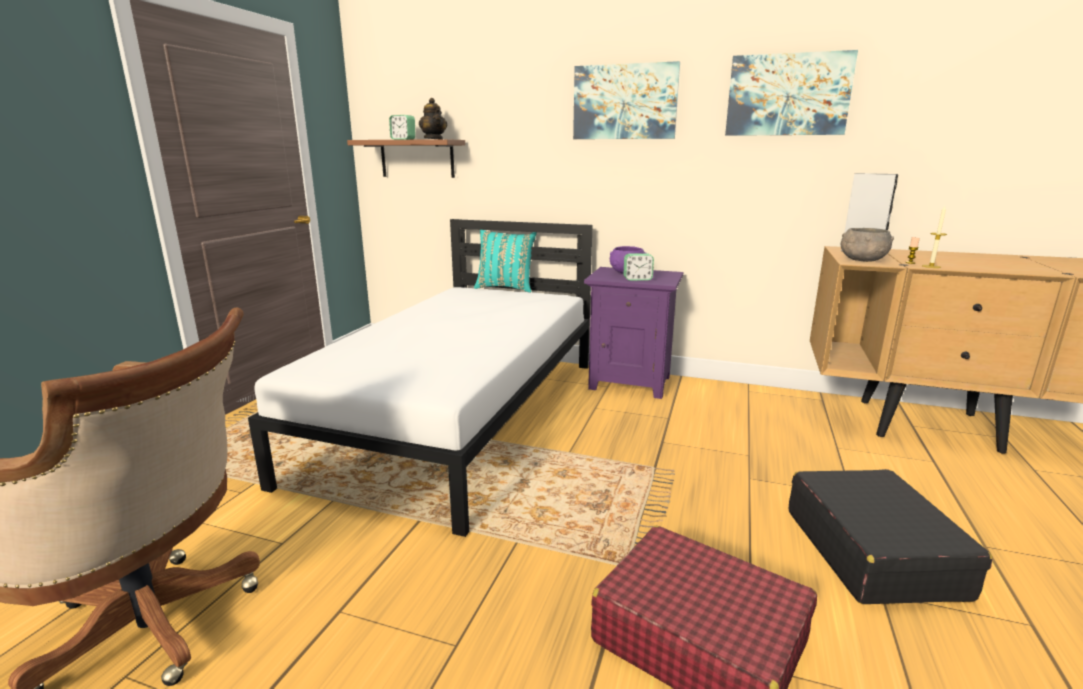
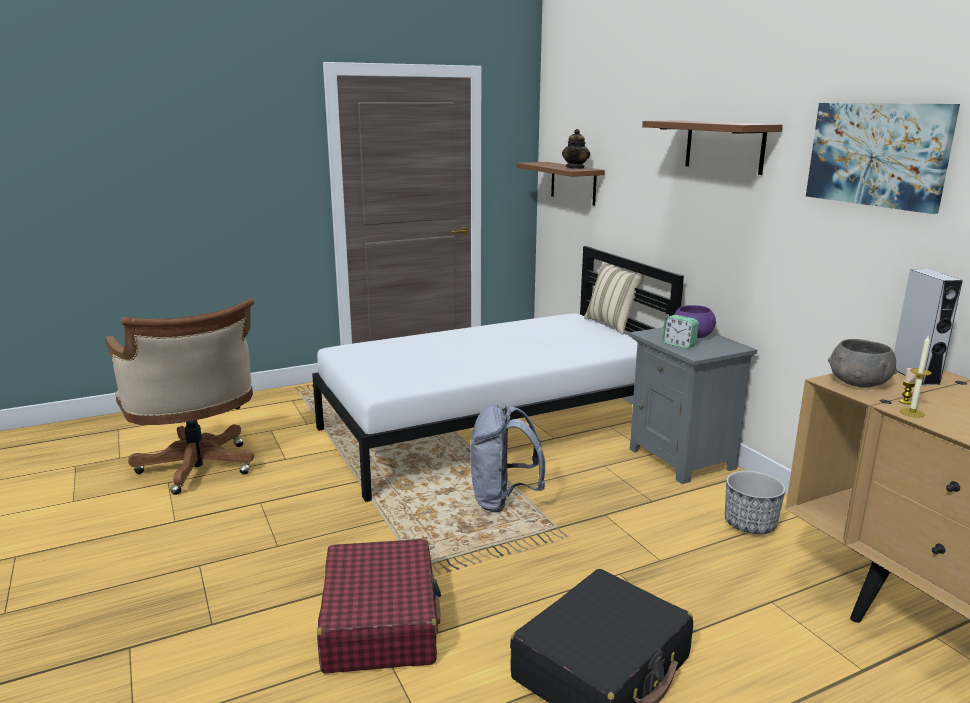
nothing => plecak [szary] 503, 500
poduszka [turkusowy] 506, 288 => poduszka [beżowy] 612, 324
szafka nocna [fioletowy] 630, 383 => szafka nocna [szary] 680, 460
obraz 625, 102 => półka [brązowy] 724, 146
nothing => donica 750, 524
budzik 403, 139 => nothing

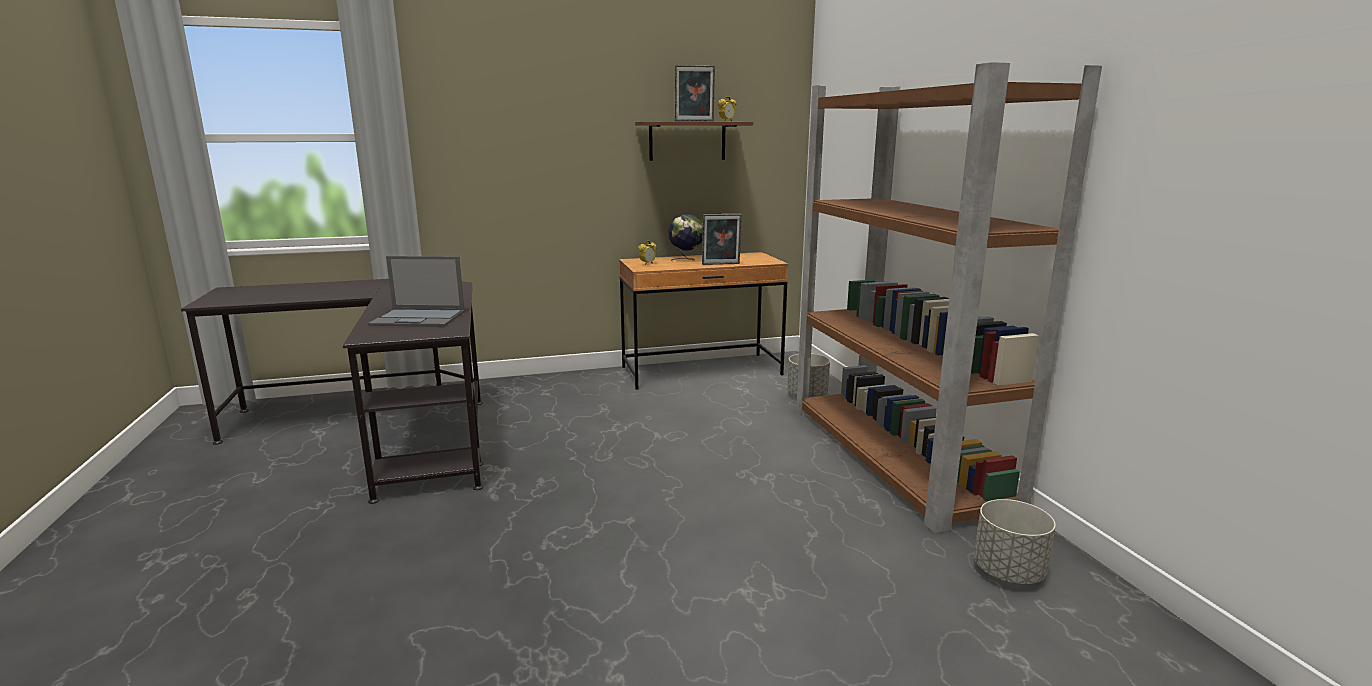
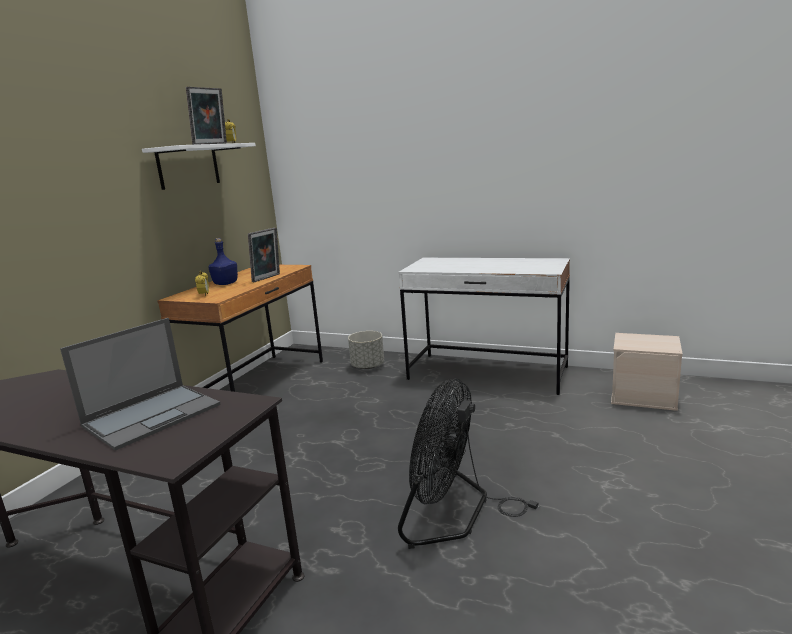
półka [brązowy] 687, 141 => półka [biały] 188, 166
globus 686, 260 => butelka [niebieski] 226, 283
nothing => wentylator [czarny] 460, 509
regał [brązowy] 894, 455 => biurko [biały] 487, 373
donica [szary] 1009, 572 => pojemnik do przechowywania [beżowy] 644, 396

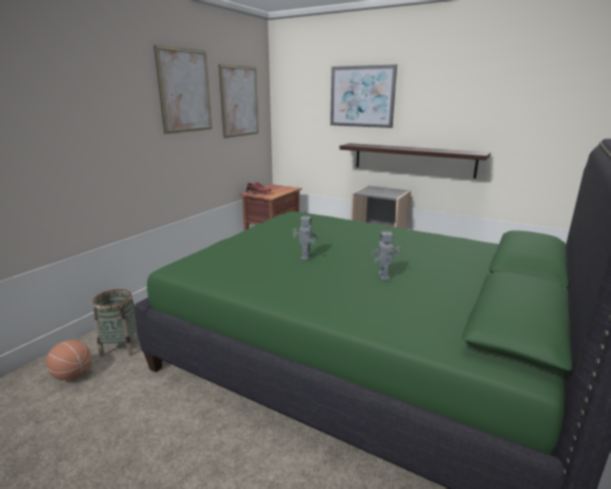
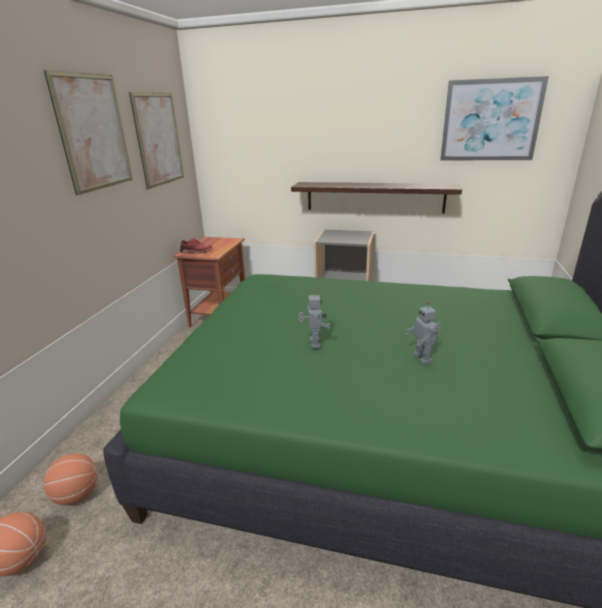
koszyk 121, 346 => piłka do koszykówki 77, 495
obraz 362, 96 => obraz 490, 120, relocated

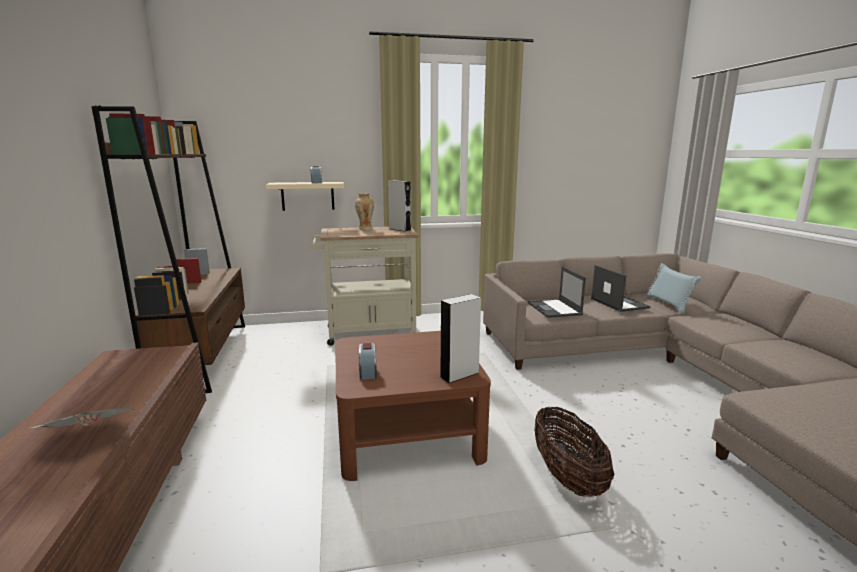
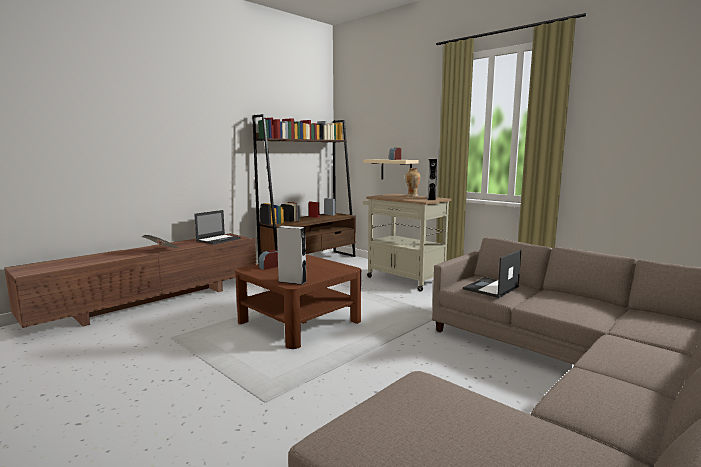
laptop 618, 303 => laptop 219, 239, relocated
koszyk 567, 477 => nothing
poduszka [niebieski] 668, 304 => nothing

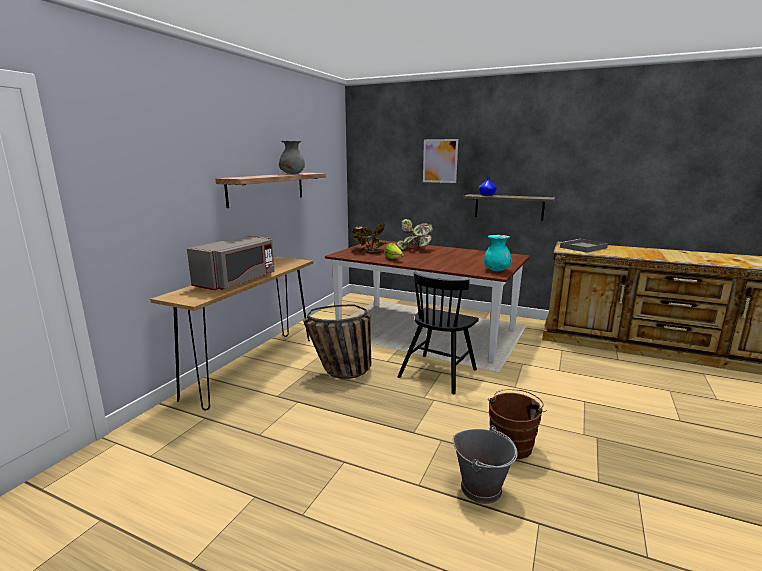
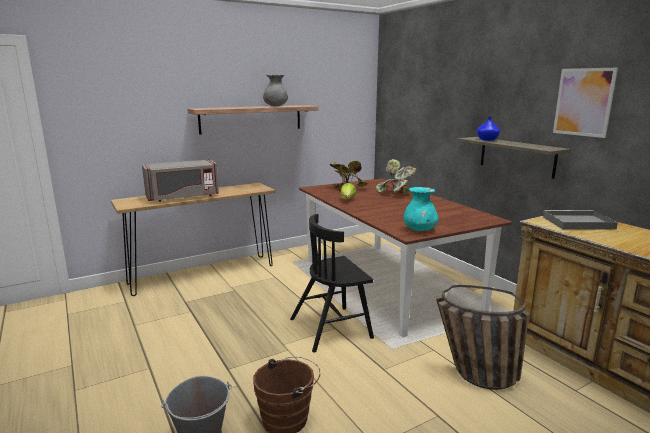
koszyk 339, 373 => koszyk 472, 375, relocated
obraz 440, 161 => obraz 583, 102, relocated

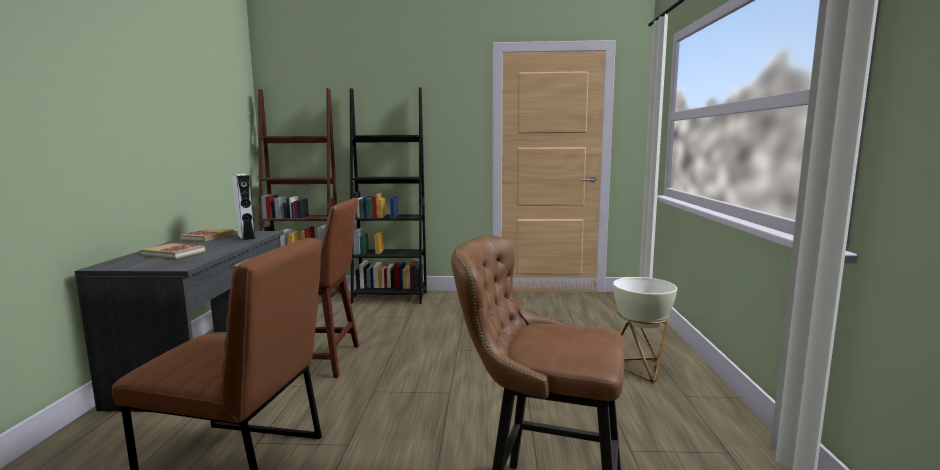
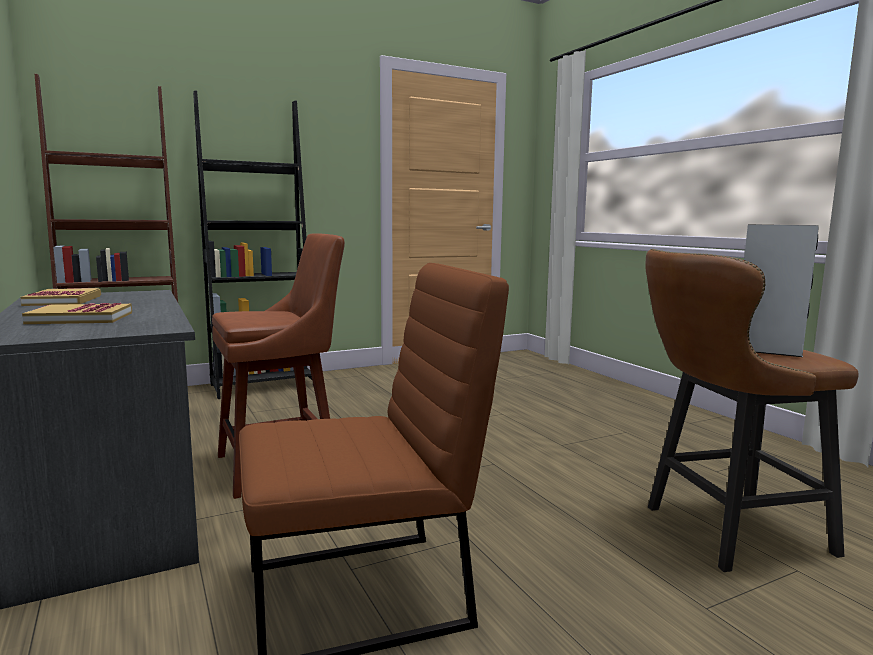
głośnik [szary] 246, 237 => głośnik [szary] 767, 351, relocated
donica 640, 367 => nothing

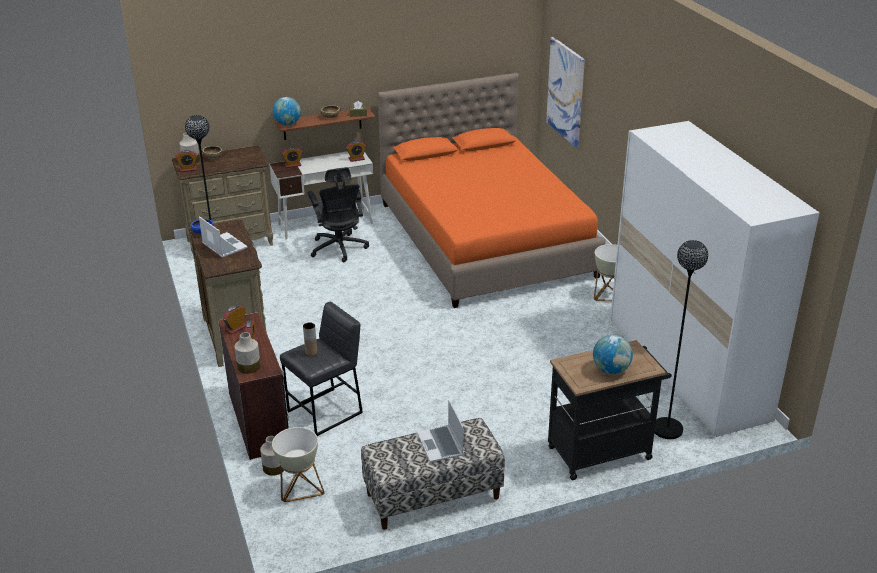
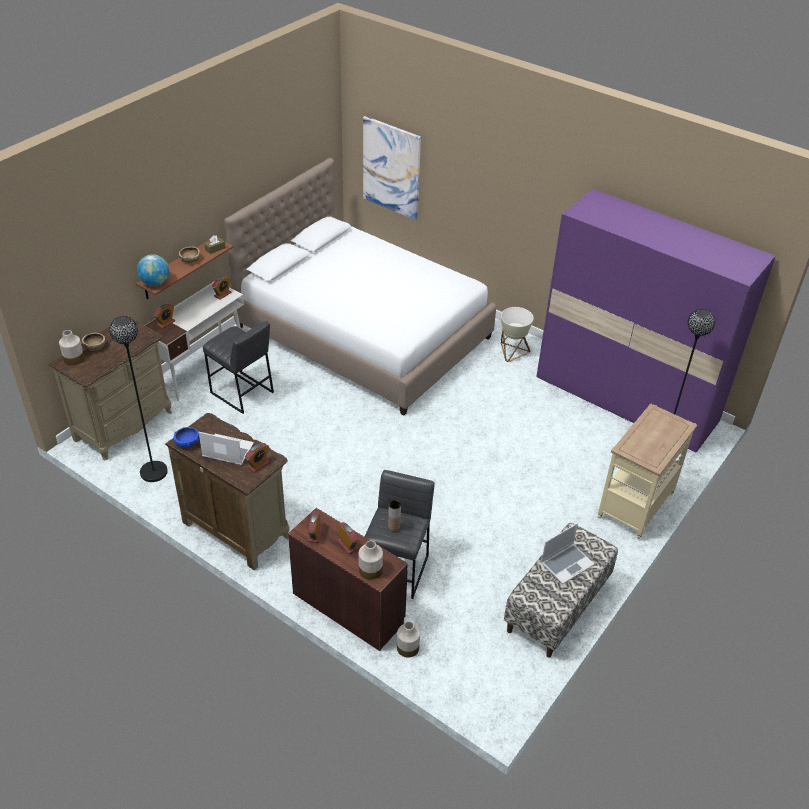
krzesło biurowe 339, 250 => stołek [szary] 242, 393
łóżko [pomarańczowy] 485, 239 => łóżko [biały] 363, 332
budzik 188, 169 => budzik 258, 465, relocated
szafa [biały] 686, 368 => szafa [fioletowy] 626, 399
laptop 441, 445 => laptop 567, 563, 75 degrees counterclockwise
wózek [czarny] 602, 453 => wózek [beżowy] 637, 504
donica 300, 490 => nothing
globus 611, 370 => nothing

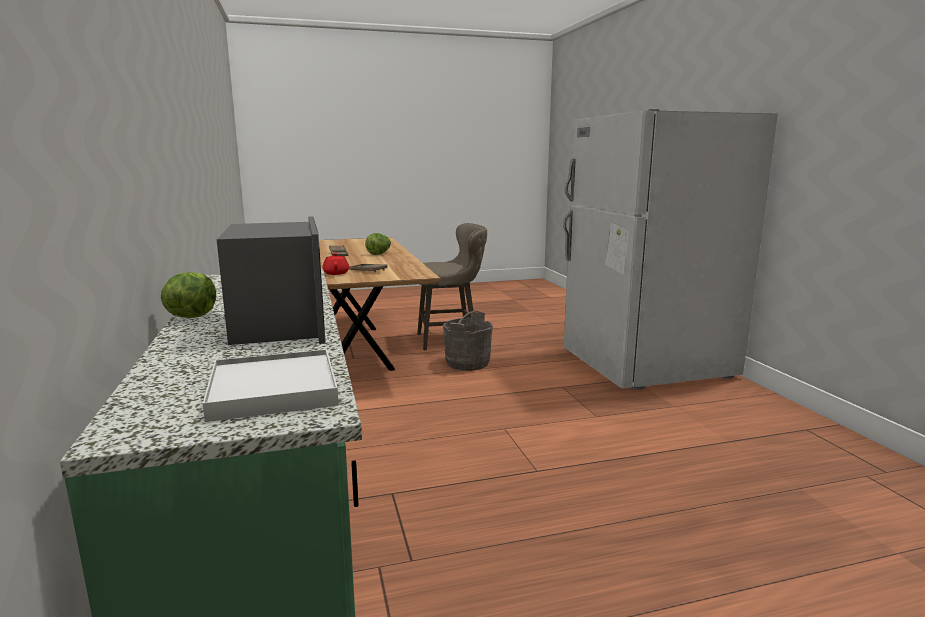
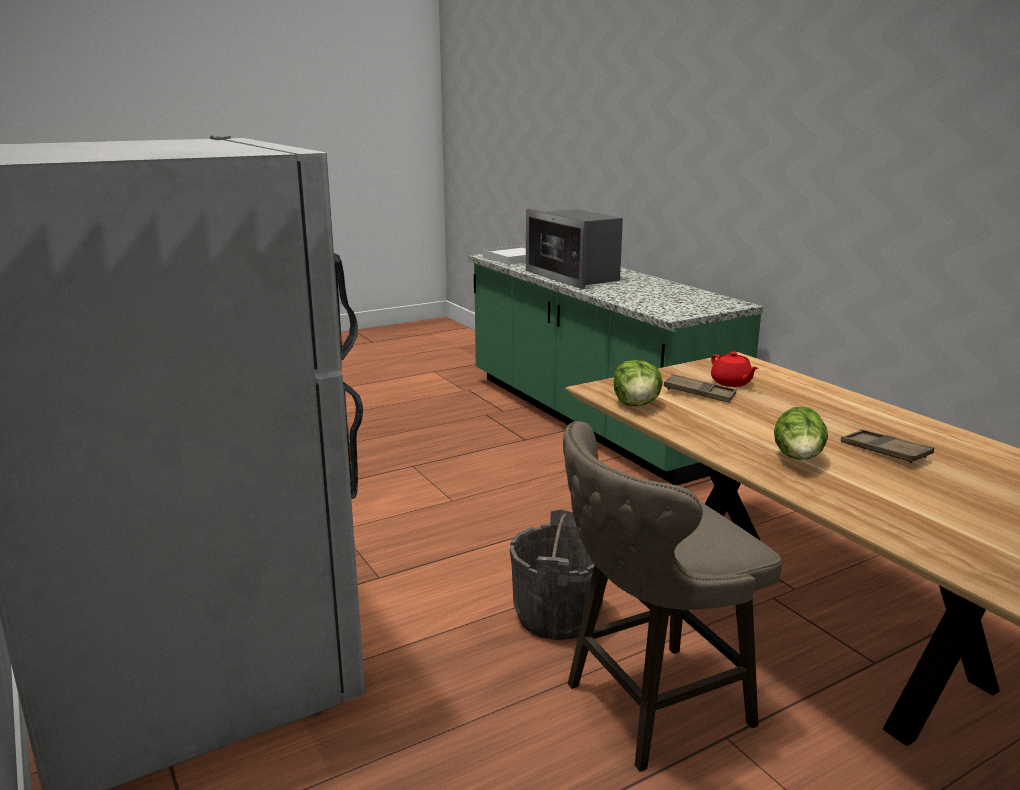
sałata 192, 316 => sałata 637, 405, relocated

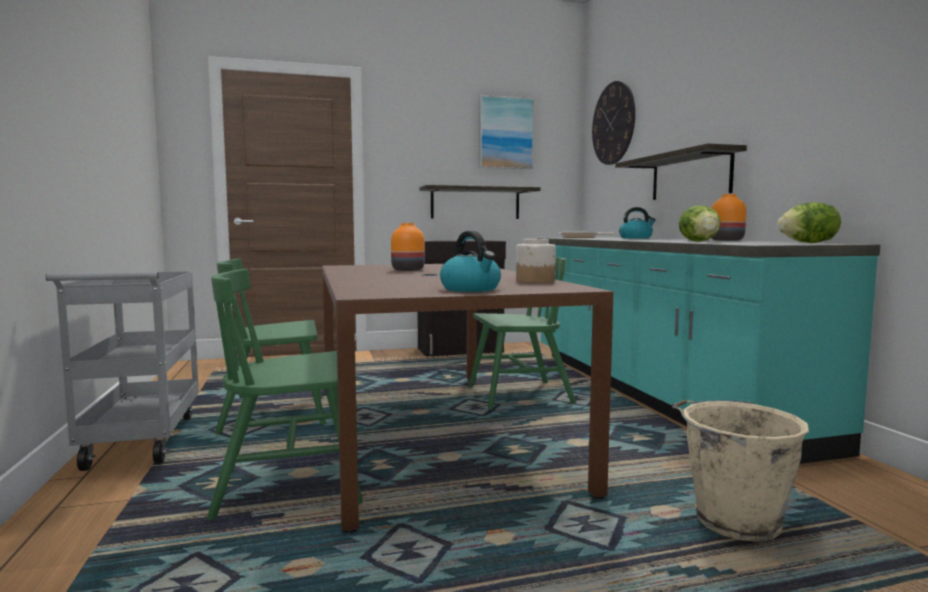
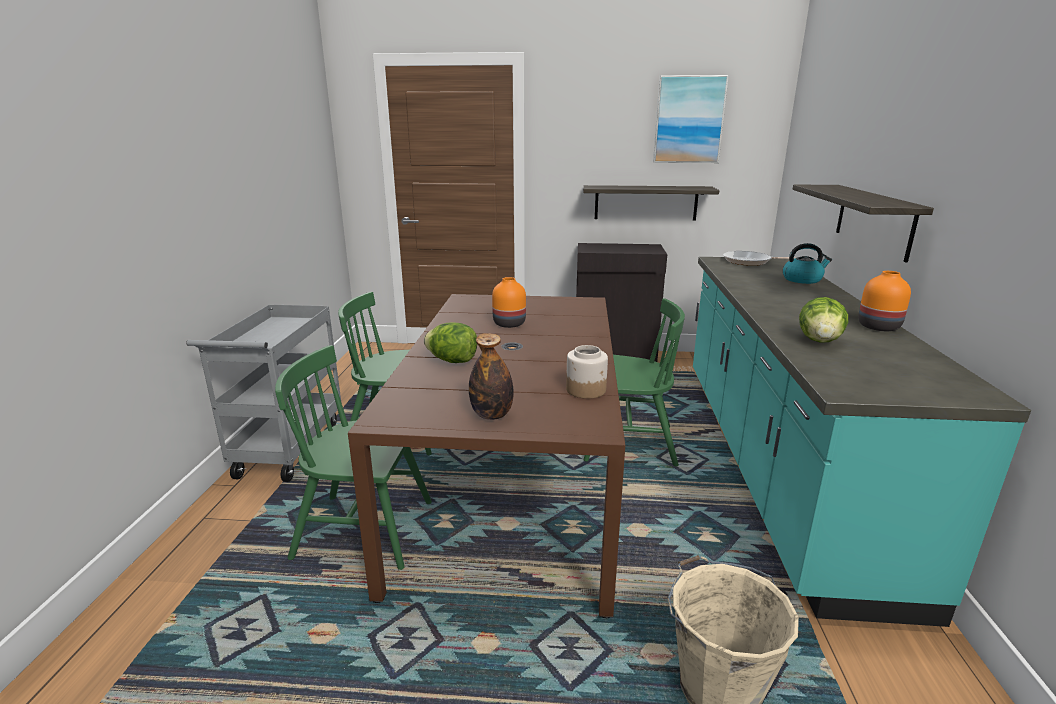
sałata 808, 243 => sałata 452, 361, relocated
czajnik 471, 289 => butelka 492, 415
zegar ścienny 613, 123 => nothing

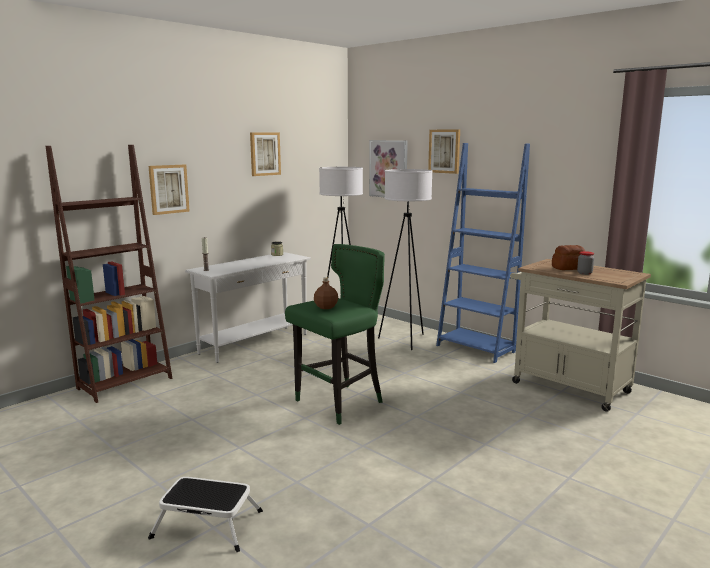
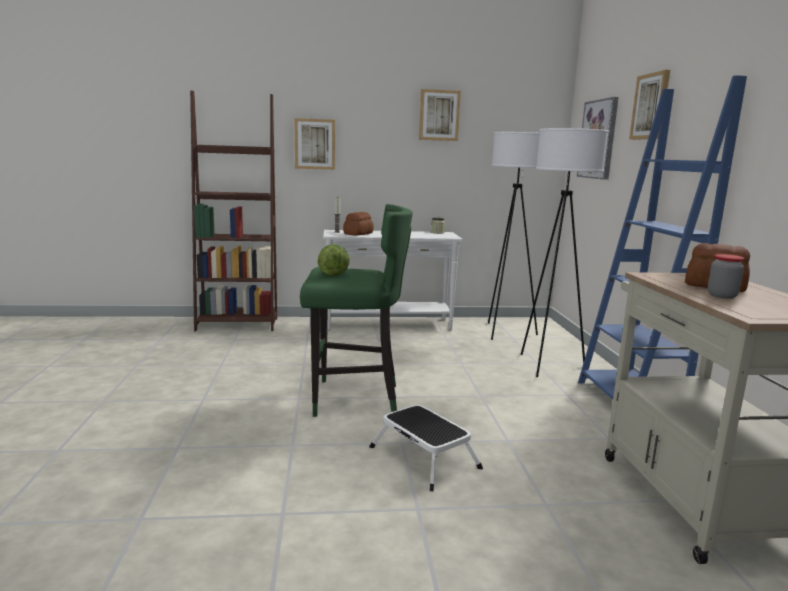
butelka [brązowy] 326, 307 => sałata 333, 273
nothing => chleb 357, 234
drabinka [czarny] 207, 524 => drabinka [czarny] 423, 457, relocated

